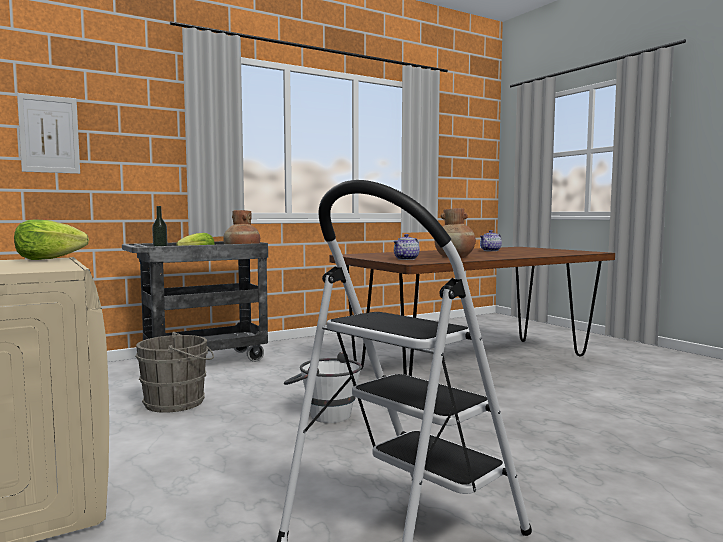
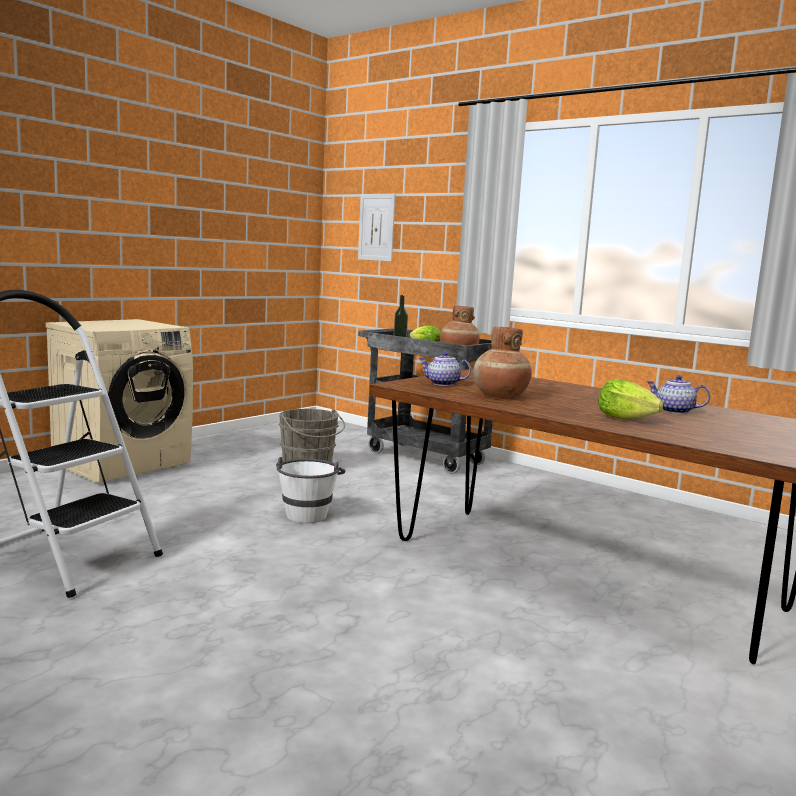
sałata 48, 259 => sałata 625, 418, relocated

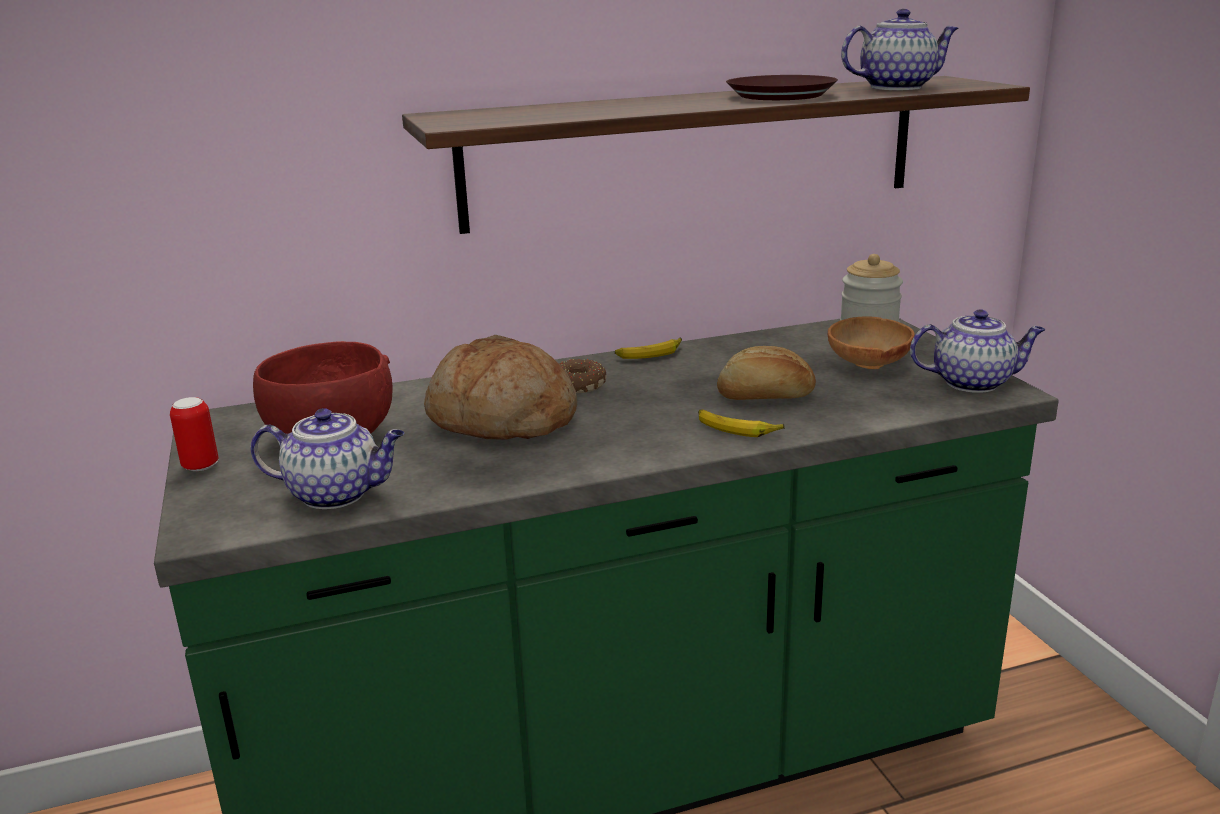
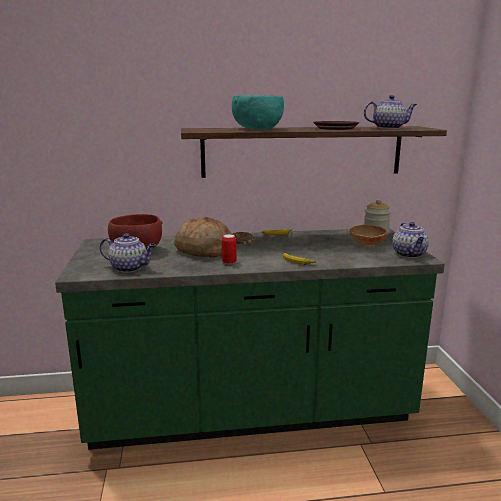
puszka 200, 466 => puszka 229, 262, relocated
nothing => miska [turkusowy] 257, 129
imbryk 973, 382 => imbryk 409, 254, 75 degrees clockwise
chleb 766, 397 => nothing

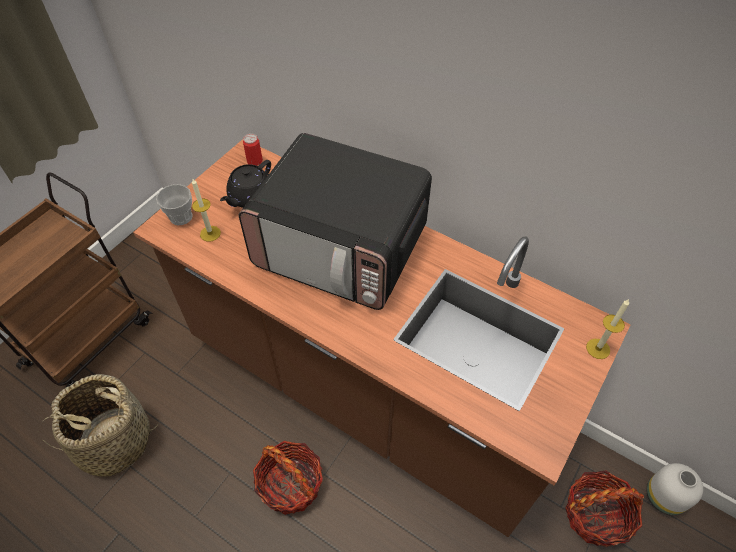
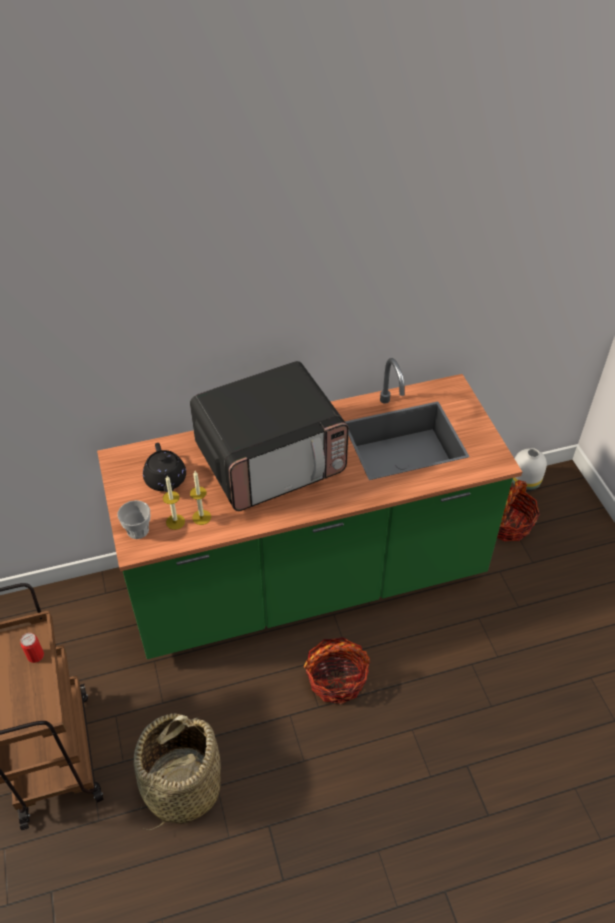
puszka 254, 161 => puszka 35, 655, relocated
zabudowa kuchenna [brązowy] 367, 388 => zabudowa kuchenna [zielony] 307, 580
świeca 598, 348 => świeca 201, 517, relocated

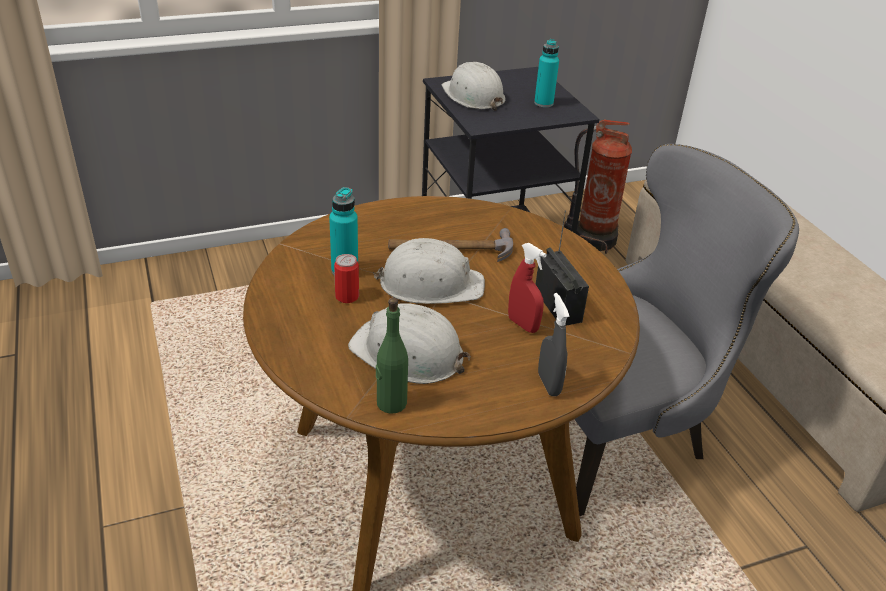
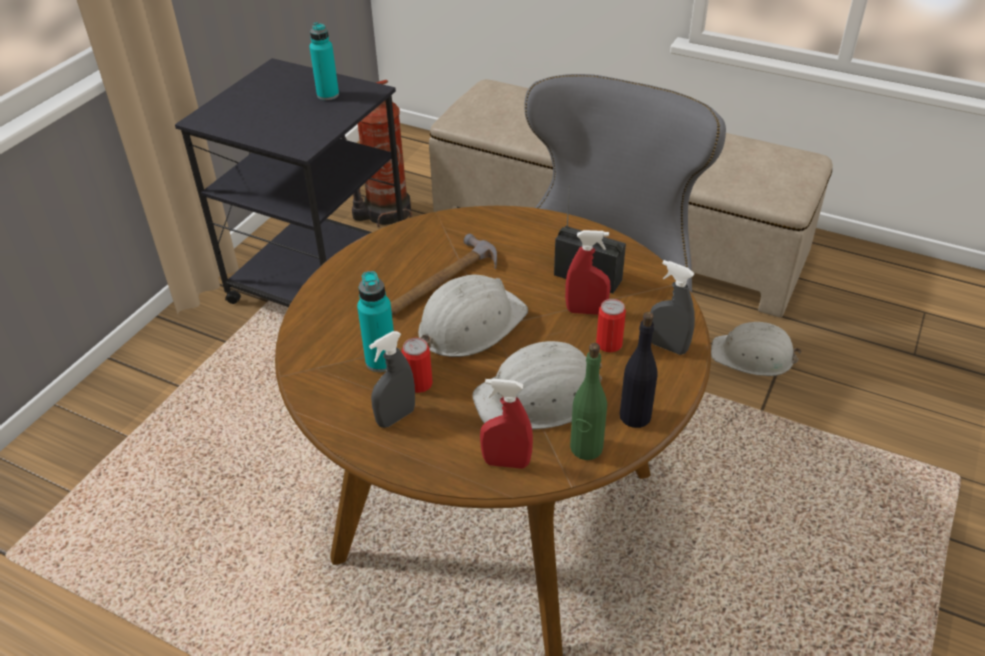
nothing => spryskiwacz [szary] 396, 417
nothing => spryskiwacz [czerwony] 506, 462
nothing => puszka 609, 344
nothing => butelka [czarny] 635, 416
kask [biały] 473, 96 => kask [biały] 753, 356, relocated

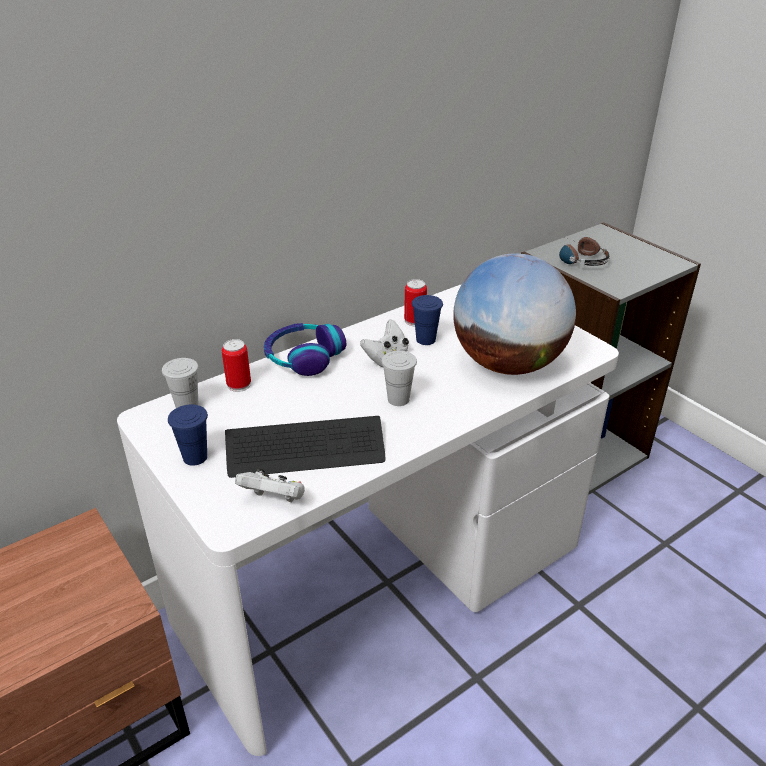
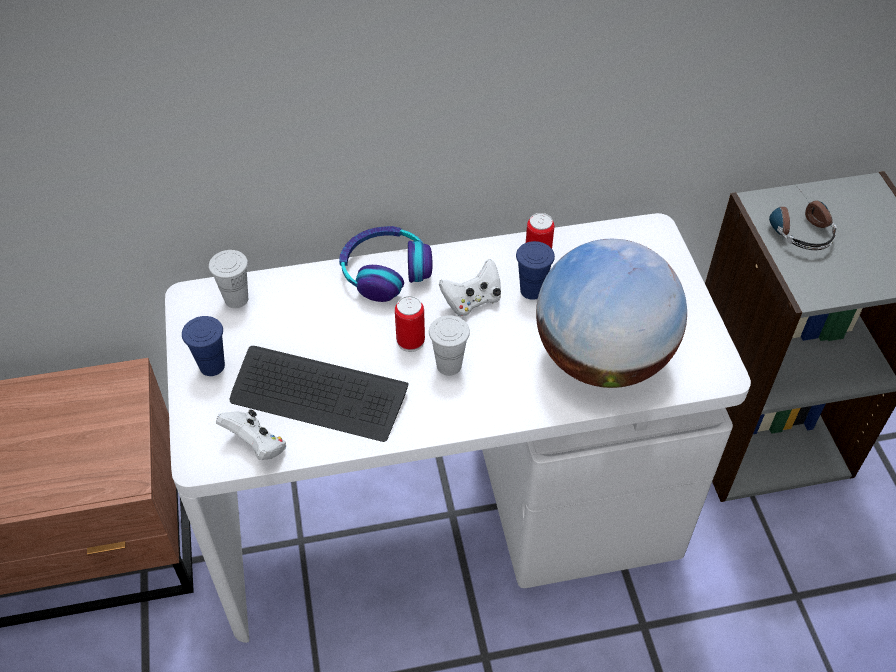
puszka 239, 385 => puszka 410, 341, relocated

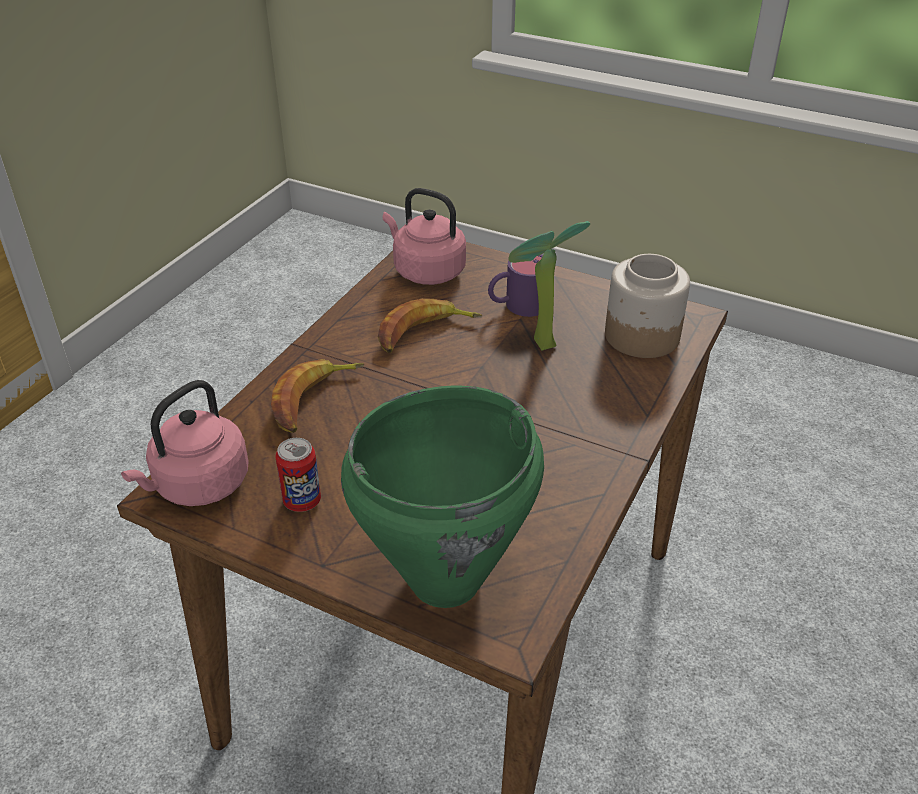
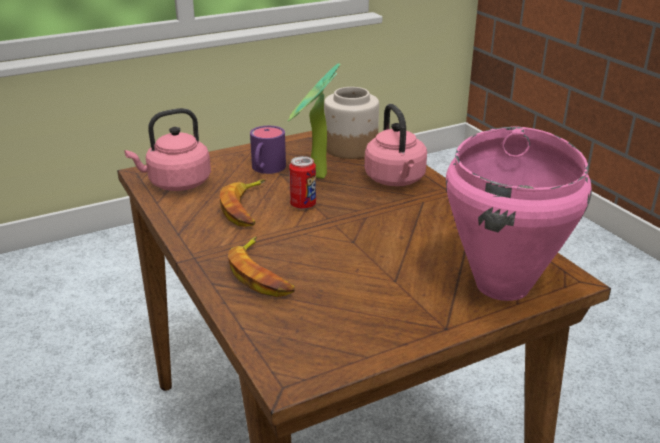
puszka 302, 501 => puszka 303, 205, relocated
czajnik [różowy] 198, 485 => czajnik [różowy] 396, 180, relocated
garnek [zielony] 447, 580 => garnek [różowy] 503, 285

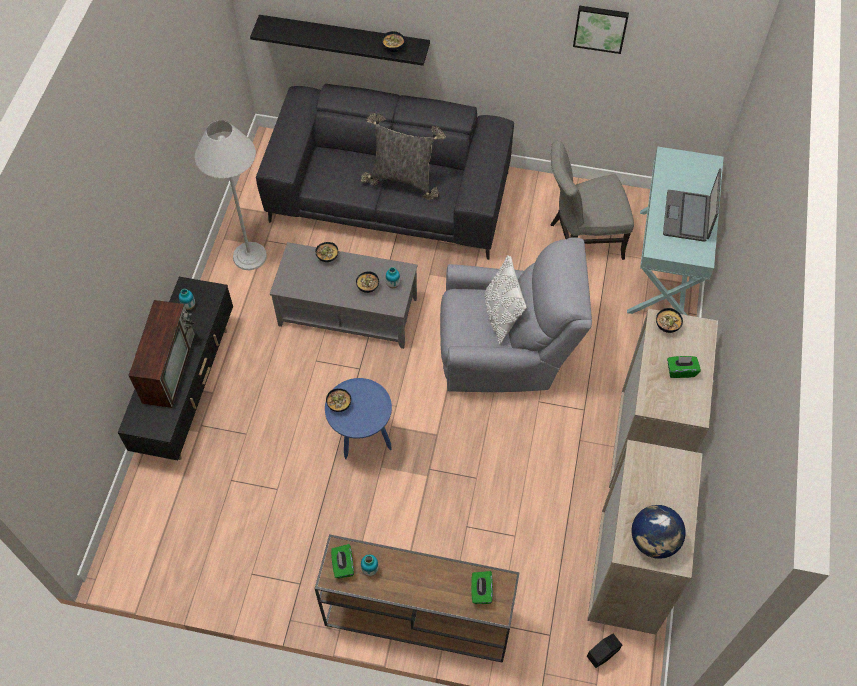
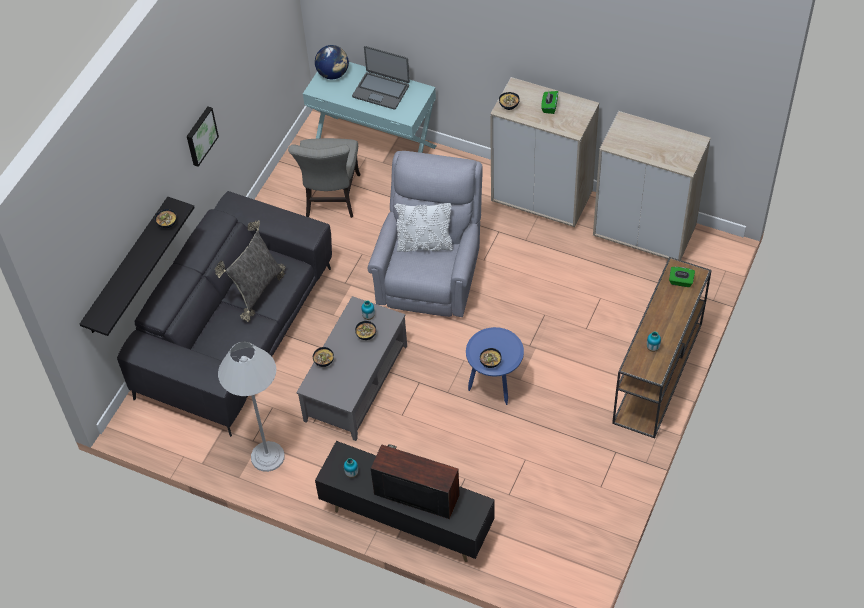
obraz 600, 28 => obraz 200, 135, relocated
globus 653, 541 => globus 333, 74, relocated
pudełko chusteczek [zielony] 343, 565 => nothing
donica [czarny] 601, 655 => nothing

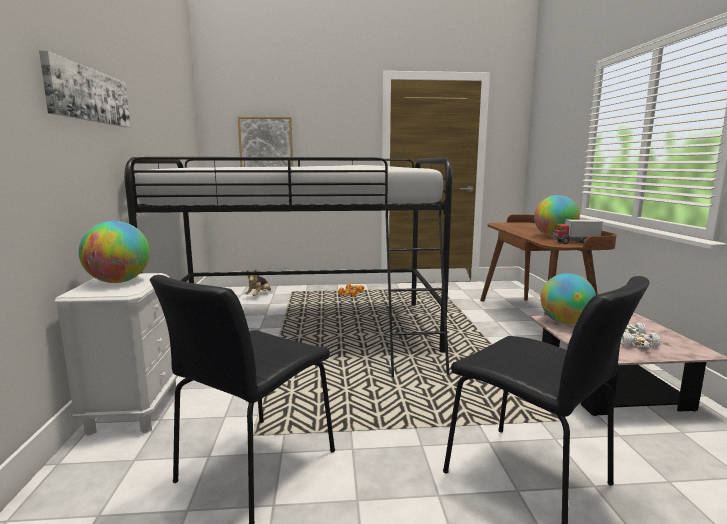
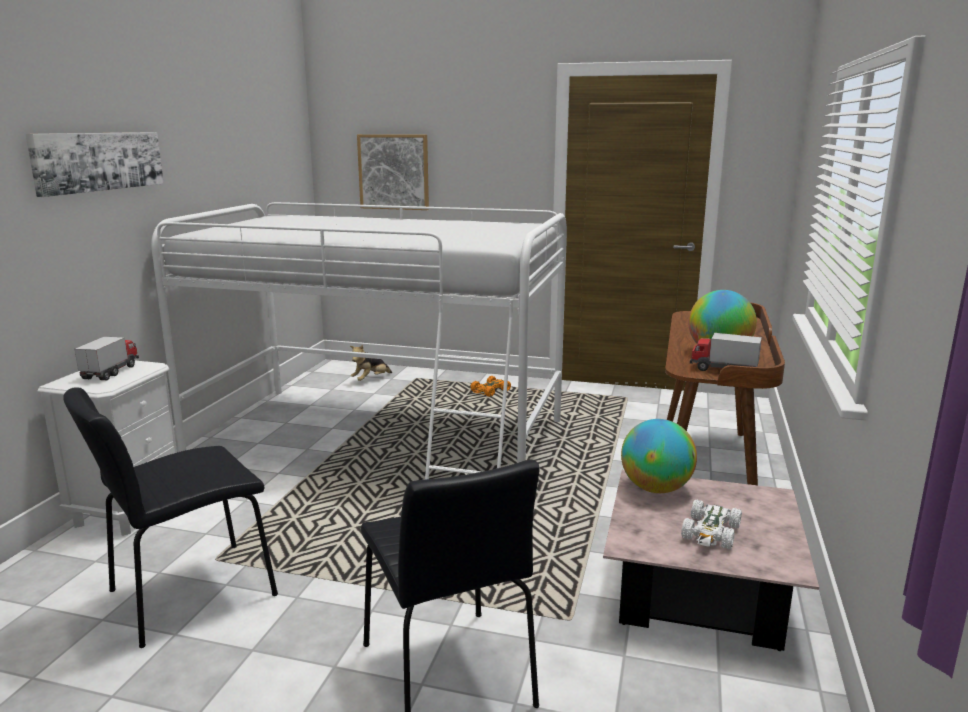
globus 118, 282 => ciężarówka zabawkowa 111, 372
łóżko [czarny] 306, 330 => łóżko [biały] 382, 439

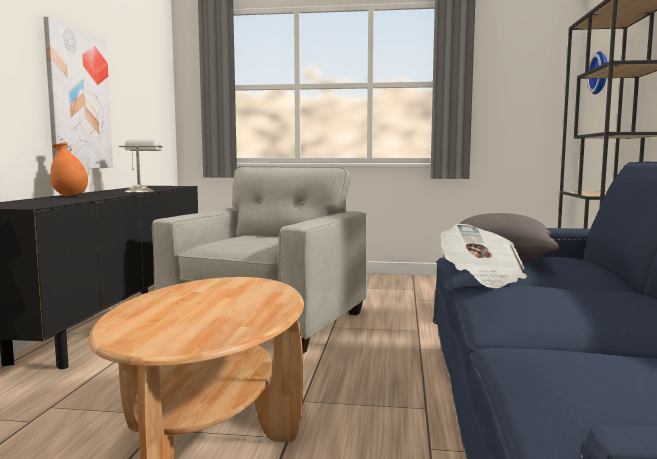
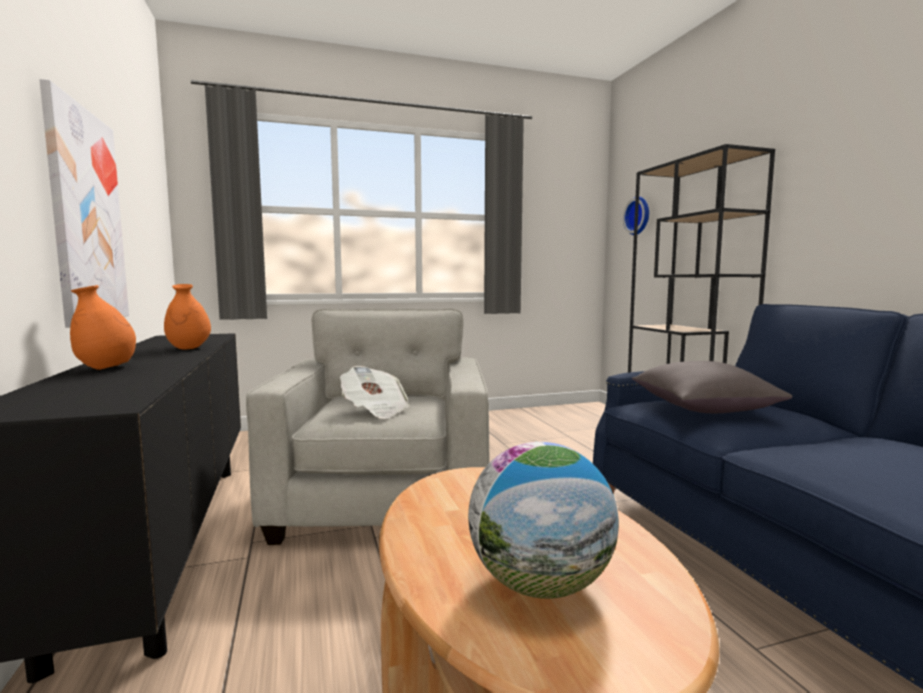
lampa stołowa [biały] 141, 191 => wazon [pomarańczowy] 189, 348
gazeta 481, 278 => gazeta 375, 410, relocated
nothing => globus 540, 585

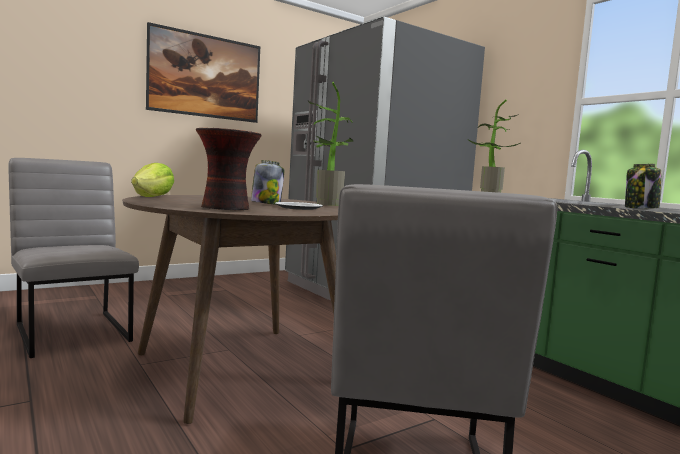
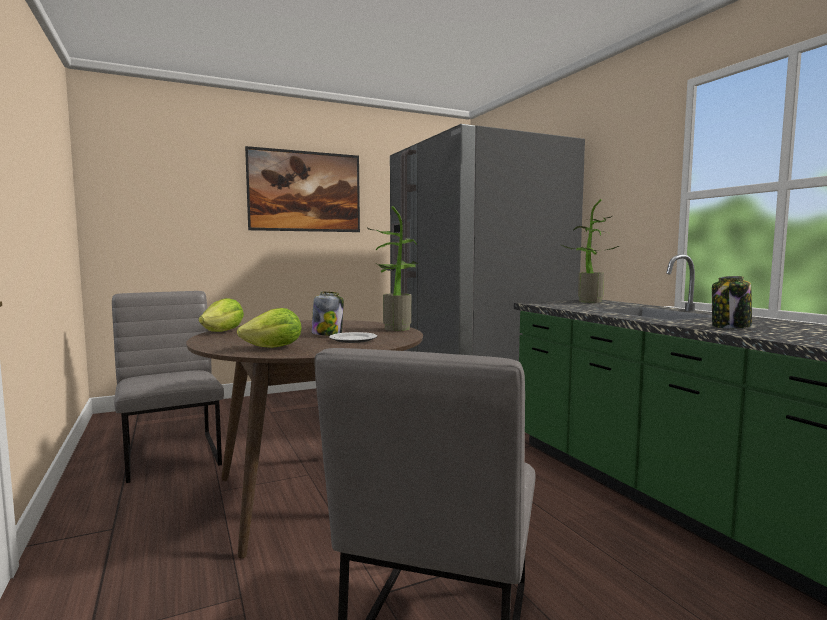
wazon 227, 208 => sałata 274, 348

